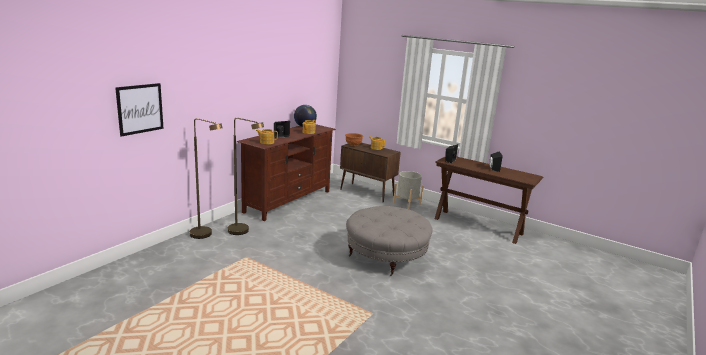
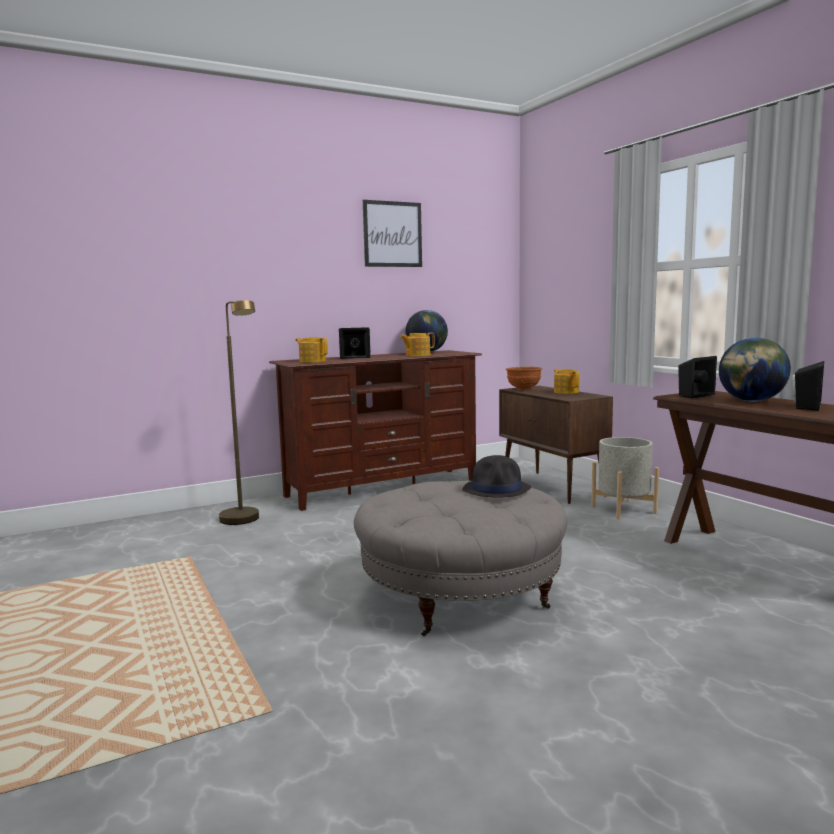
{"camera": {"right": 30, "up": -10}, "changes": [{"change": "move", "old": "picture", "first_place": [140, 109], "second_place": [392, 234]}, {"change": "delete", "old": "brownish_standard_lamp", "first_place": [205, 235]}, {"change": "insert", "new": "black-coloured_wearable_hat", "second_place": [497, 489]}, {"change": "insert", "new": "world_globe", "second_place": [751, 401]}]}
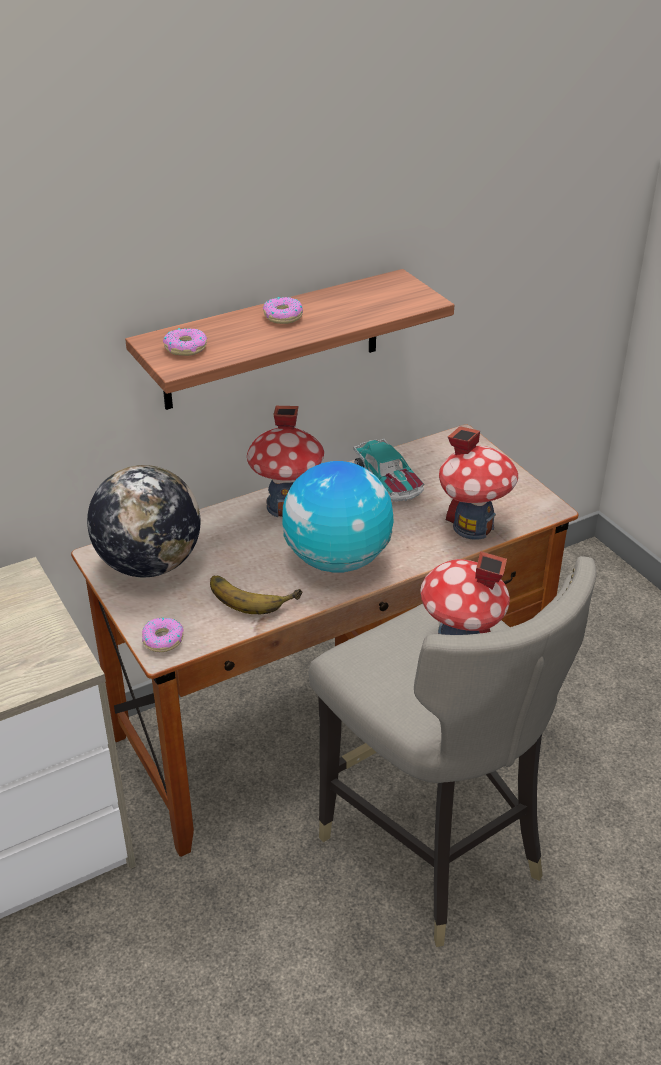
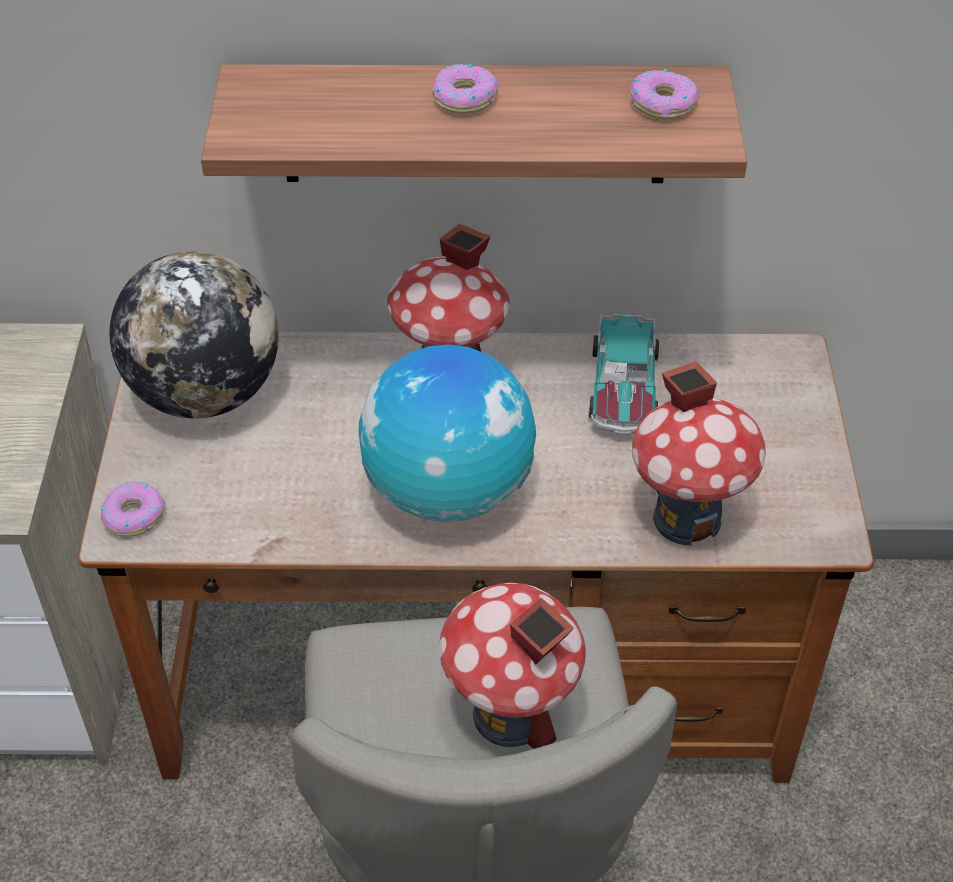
{"camera": {"right": 30, "up": 10}, "changes": [{"change": "move", "old": "donut", "first_place": [185, 348], "second_place": [662, 103]}, {"change": "delete", "old": "banana", "first_place": [252, 594]}]}
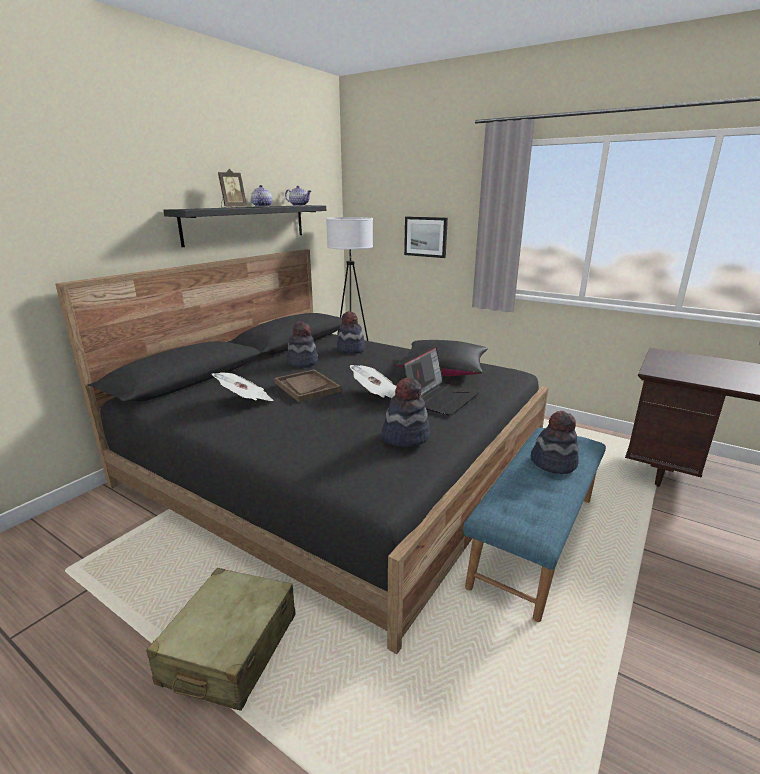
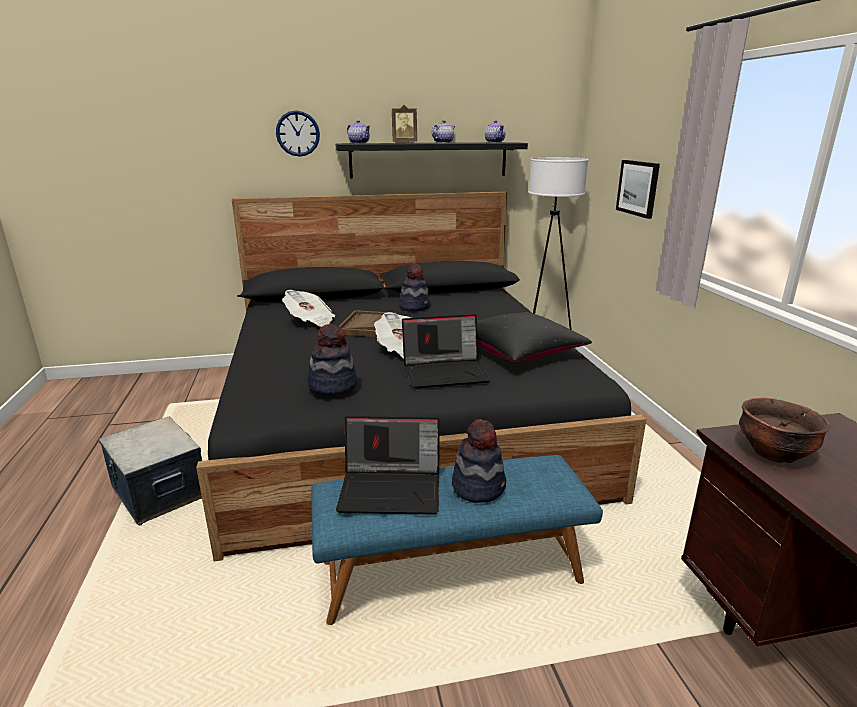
{"camera": {"right": 45, "up": 0}, "changes": [{"change": "replace", "old": "beige_suitcase", "new": "storage_bin", "first_place": [230, 649], "second_place": [159, 492]}, {"change": "delete", "old": "wearable_hat", "first_place": [351, 349]}, {"change": "insert", "new": "wall_clock", "second_place": [298, 133]}, {"change": "insert", "new": "portable_computer", "second_place": [392, 489]}, {"change": "insert", "new": "pot_for_tea", "second_place": [359, 143]}, {"change": "insert", "new": "brownish_deep_dish", "second_place": [773, 453]}]}
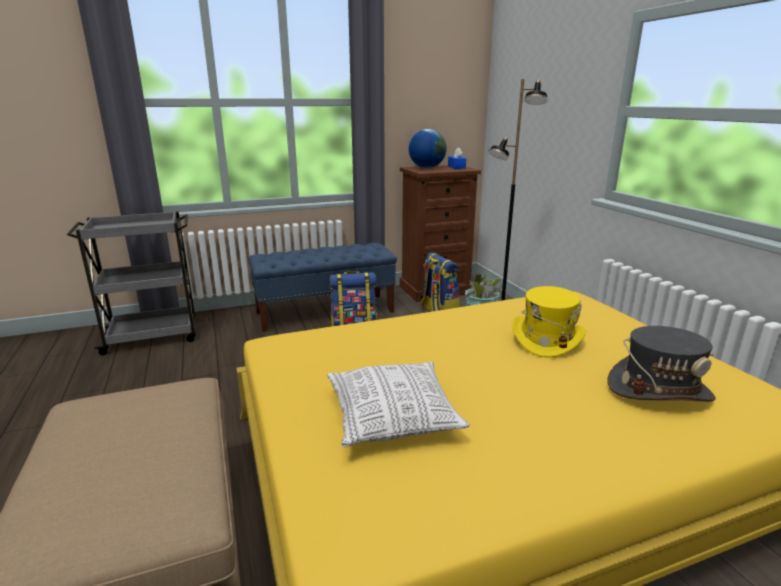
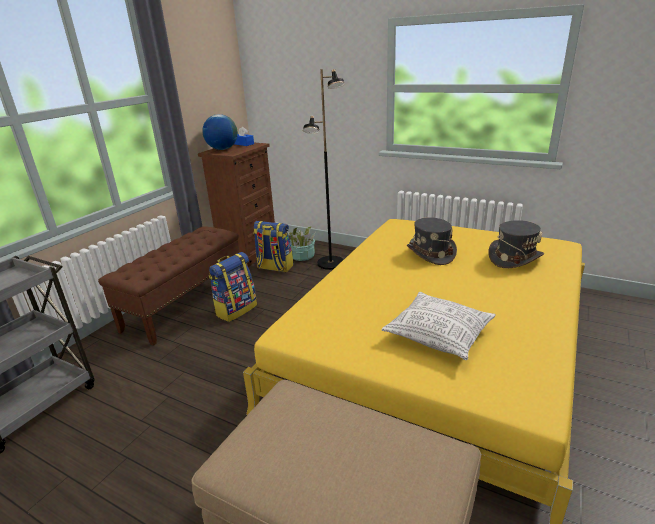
{"camera": {"right": -40, "up": 5}, "changes": [{"change": "recolor", "old": "bluish_indoor_bench", "new": "brownish_indoor_bench", "first_place": [325, 312], "second_place": [186, 304]}, {"change": "recolor", "old": "yellow-coloured_wearable_hat", "new": "greyish_wearable_hat", "first_place": [546, 339], "second_place": [430, 253]}]}
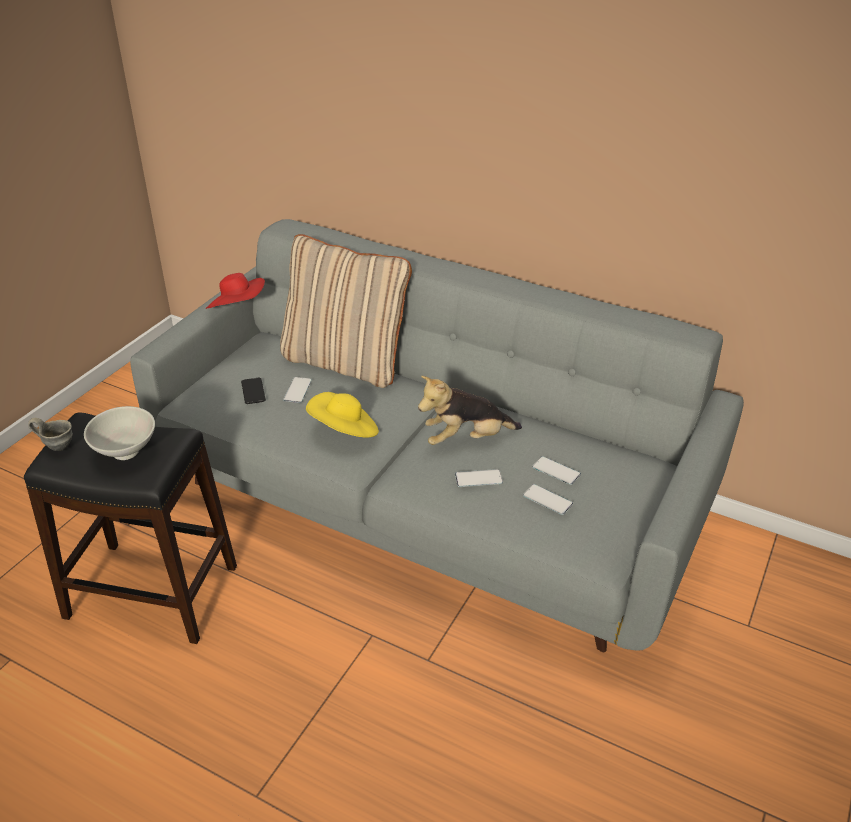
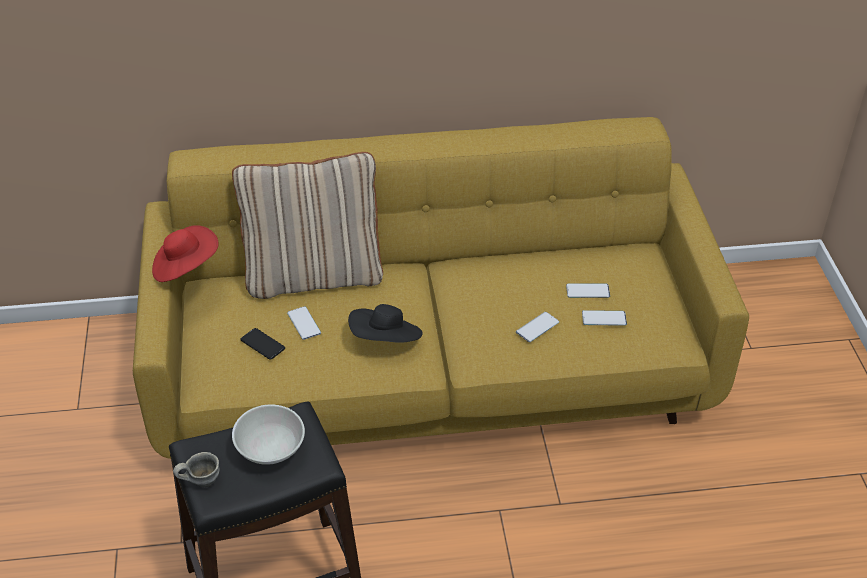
{"camera": {"right": -35, "up": 5}, "changes": [{"change": "recolor", "old": "greyish_settee", "new": "yellow-coloured_settee", "first_place": [426, 501], "second_place": [434, 374]}, {"change": "recolor", "old": "yellow-coloured_wearable_hat", "new": "black-coloured_wearable_hat", "first_place": [344, 431], "second_place": [386, 340]}, {"change": "delete", "old": "cuddly_toy", "first_place": [466, 439]}]}
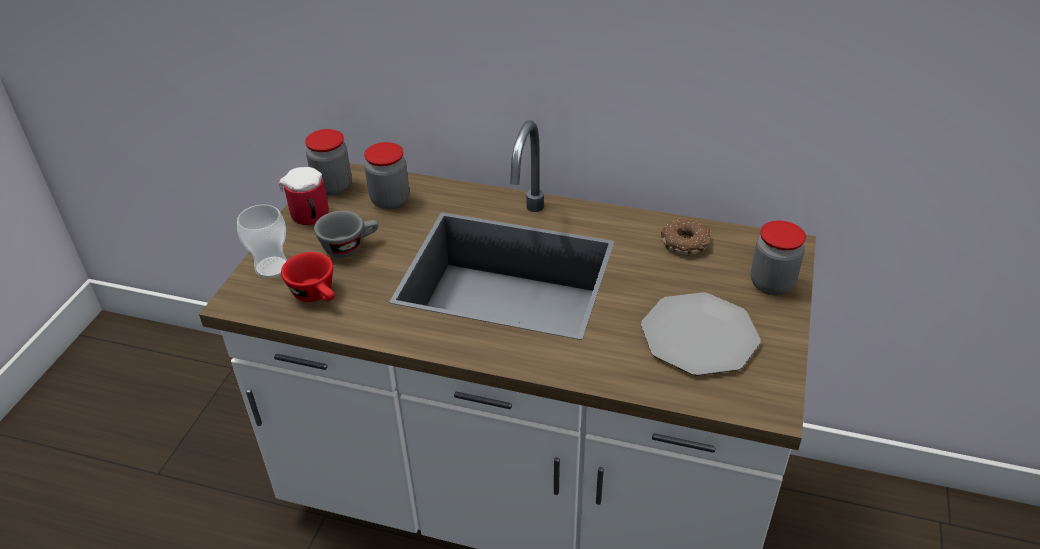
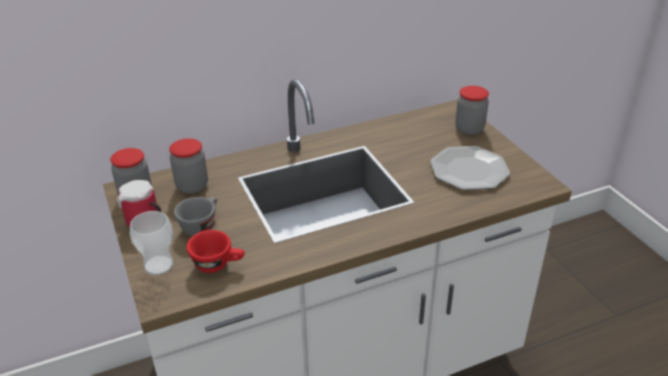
{"camera": {"right": -40, "up": -5}, "changes": [{"change": "delete", "old": "donut", "first_place": [686, 243]}]}
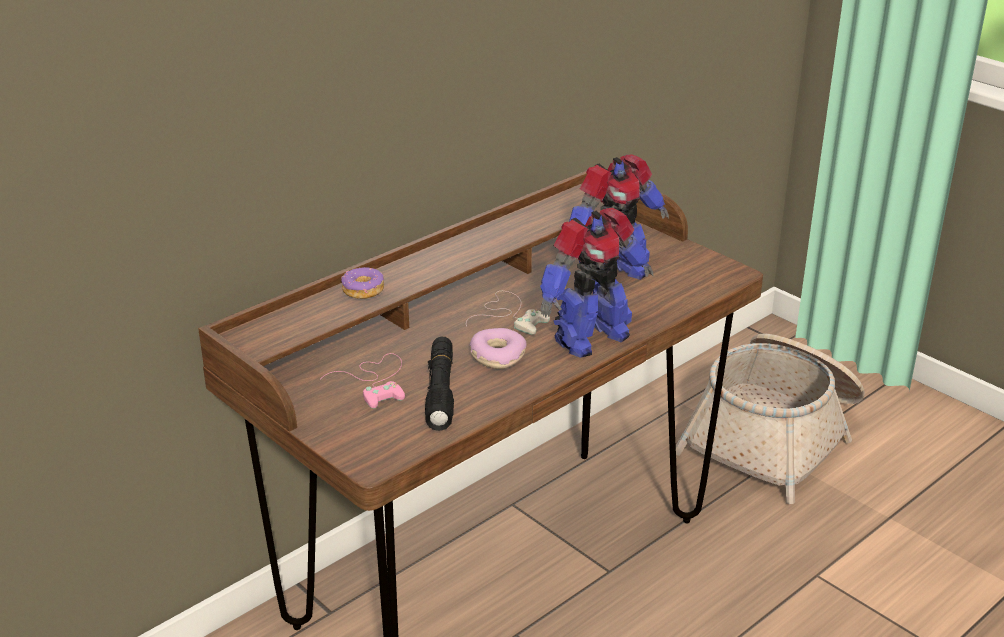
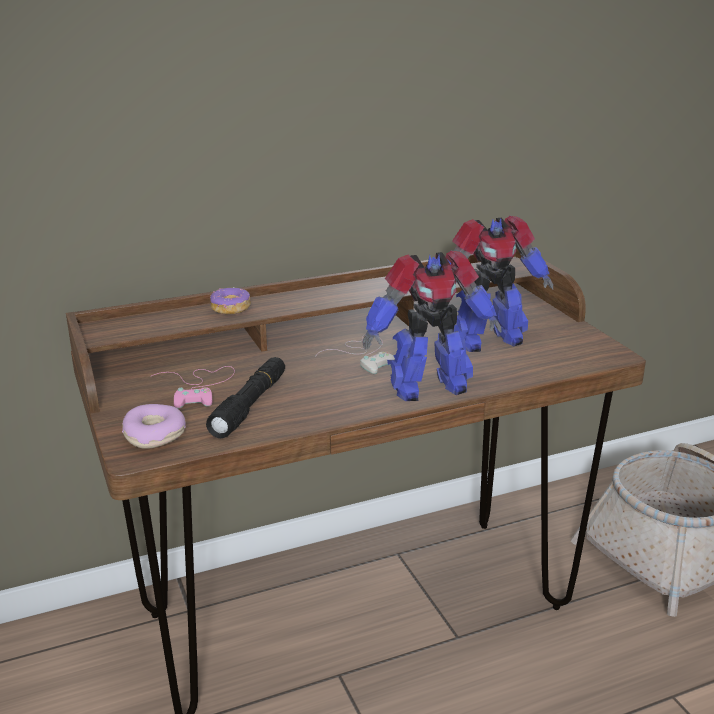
{"camera": {"right": 20, "up": -5}, "changes": [{"change": "move", "old": "donut", "first_place": [497, 356], "second_place": [154, 435]}]}
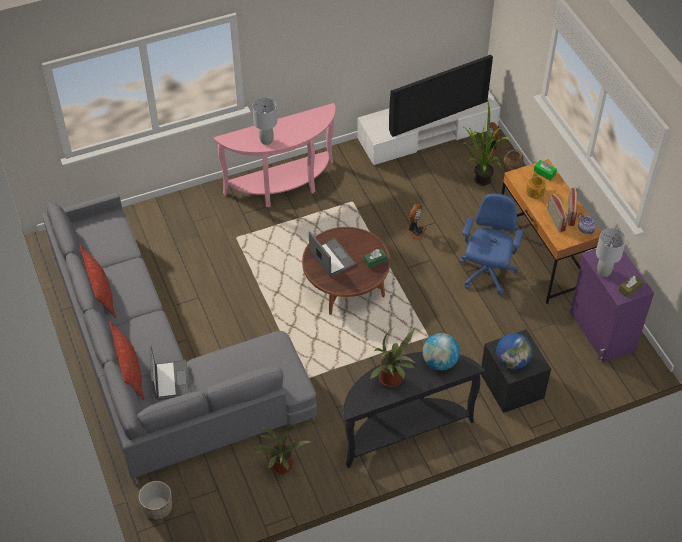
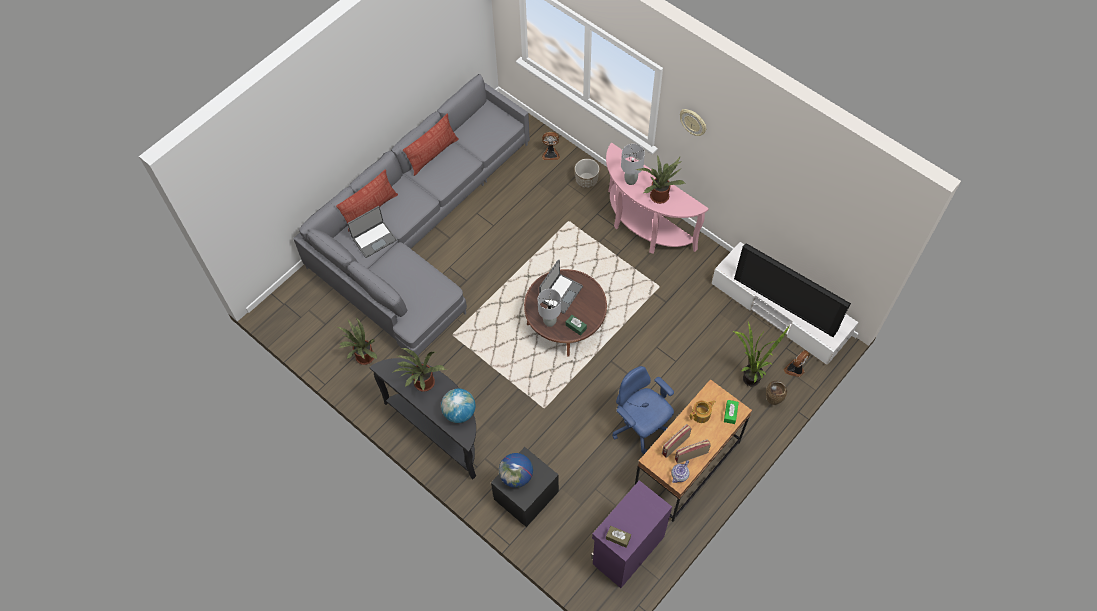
{"camera": {"right": 65, "up": 10}, "changes": [{"change": "move", "old": "flower_pot", "first_place": [158, 508], "second_place": [586, 180]}, {"change": "move", "old": "fan", "first_place": [415, 231], "second_place": [550, 153]}, {"change": "rotate", "old": "bluish_office_chair", "first_place": [486, 274], "second_place": [640, 427], "degrees": -120}, {"change": "move", "old": "greyish_lamp_for_a_table", "first_place": [604, 272], "second_place": [549, 322]}, {"change": "insert", "new": "potted_plant", "second_place": [659, 194]}, {"change": "insert", "new": "wall_clock", "second_place": [693, 122]}]}
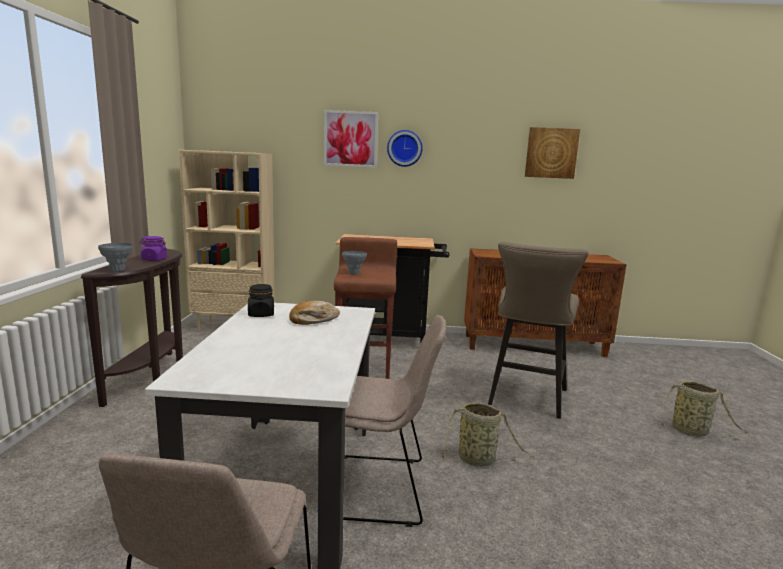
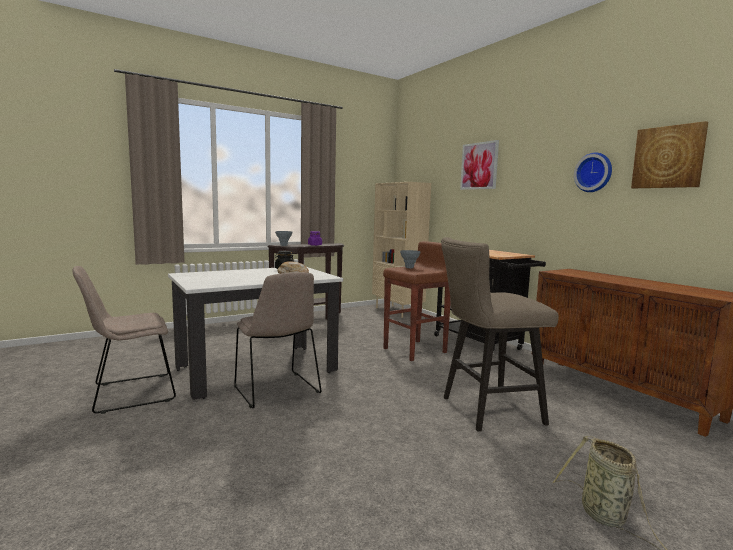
{"camera": {"right": 55, "up": -5}, "changes": [{"change": "move", "old": "wall_clock", "first_place": [404, 148], "second_place": [594, 172]}, {"change": "delete", "old": "household_basket", "first_place": [479, 460]}]}
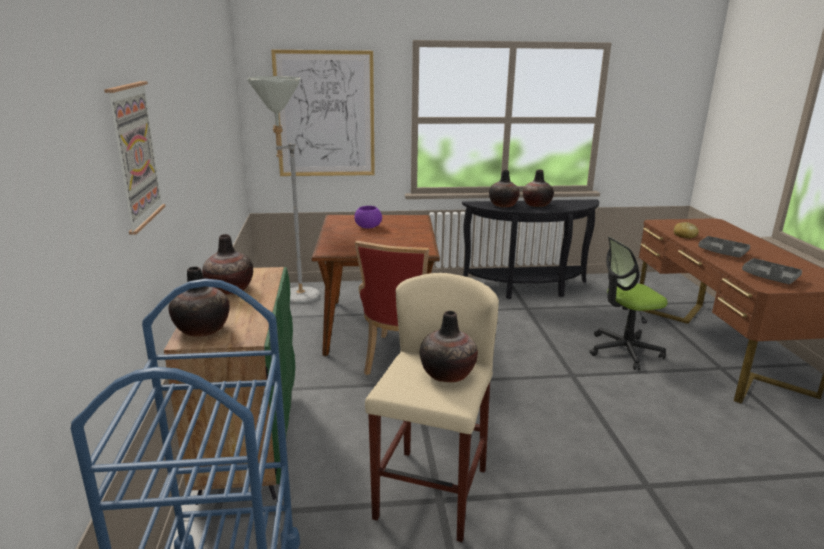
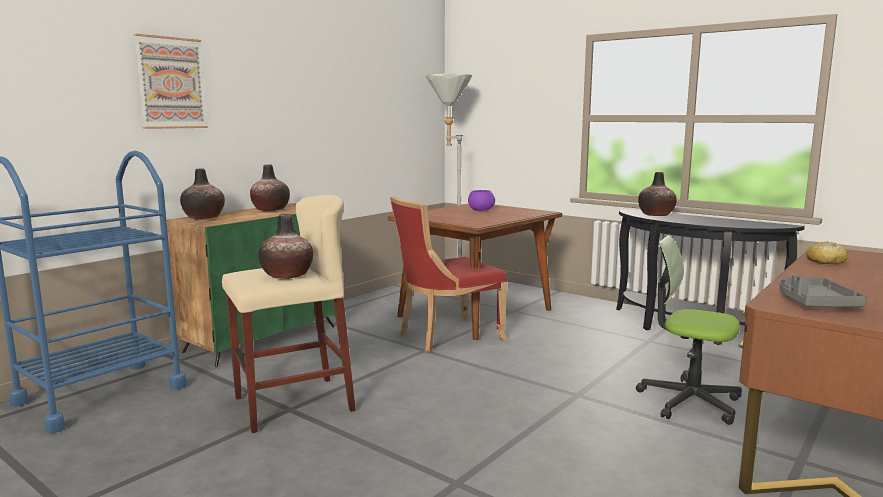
{"camera": {"right": 45, "up": -10}, "changes": [{"change": "delete", "old": "picture", "first_place": [325, 114]}, {"change": "delete", "old": "vase", "first_place": [536, 205]}, {"change": "delete", "old": "greyish_tray", "first_place": [722, 253]}]}
